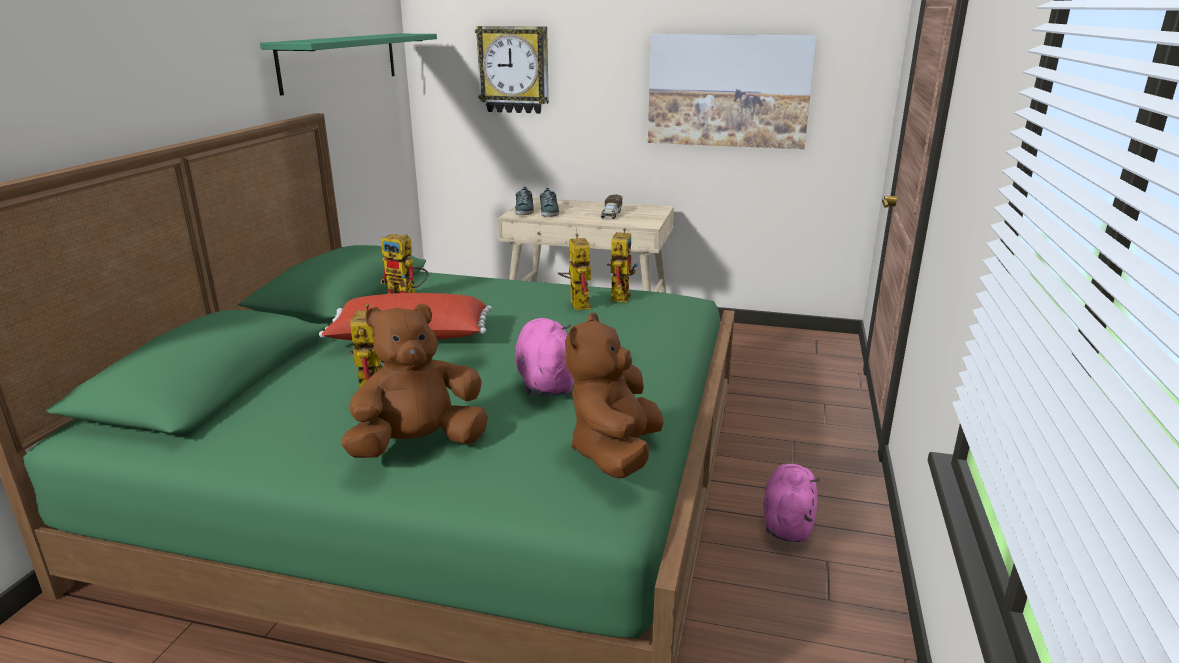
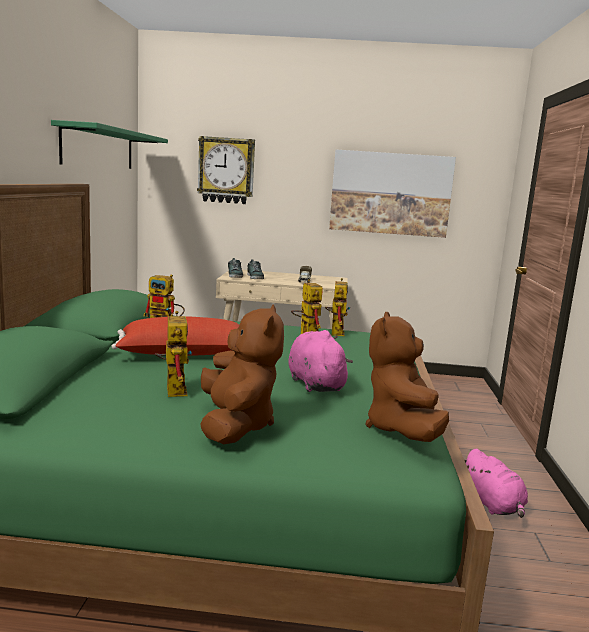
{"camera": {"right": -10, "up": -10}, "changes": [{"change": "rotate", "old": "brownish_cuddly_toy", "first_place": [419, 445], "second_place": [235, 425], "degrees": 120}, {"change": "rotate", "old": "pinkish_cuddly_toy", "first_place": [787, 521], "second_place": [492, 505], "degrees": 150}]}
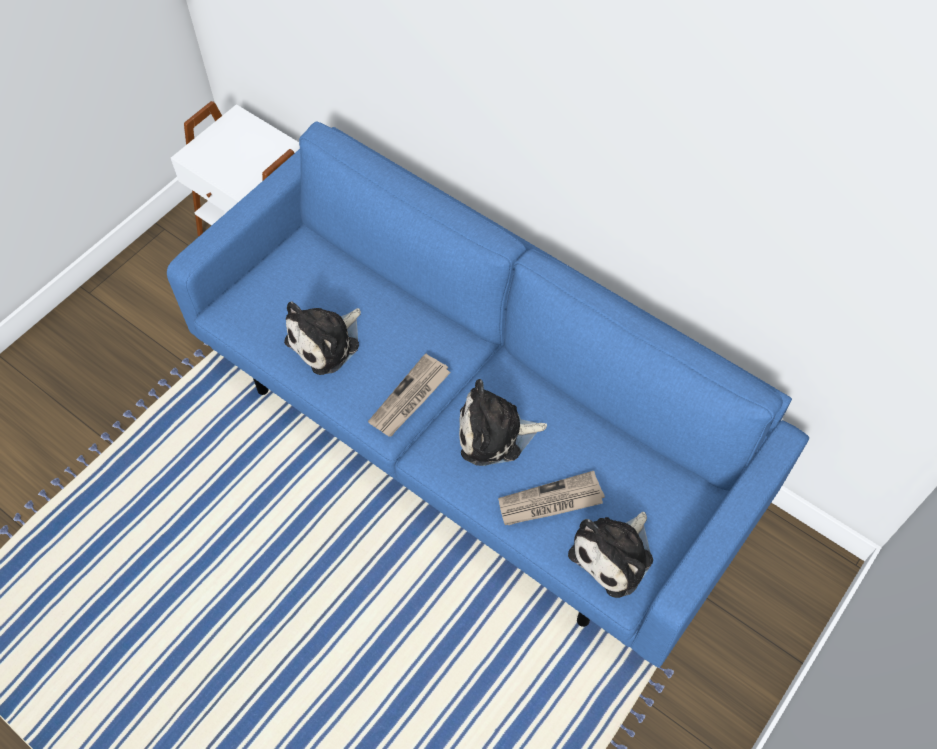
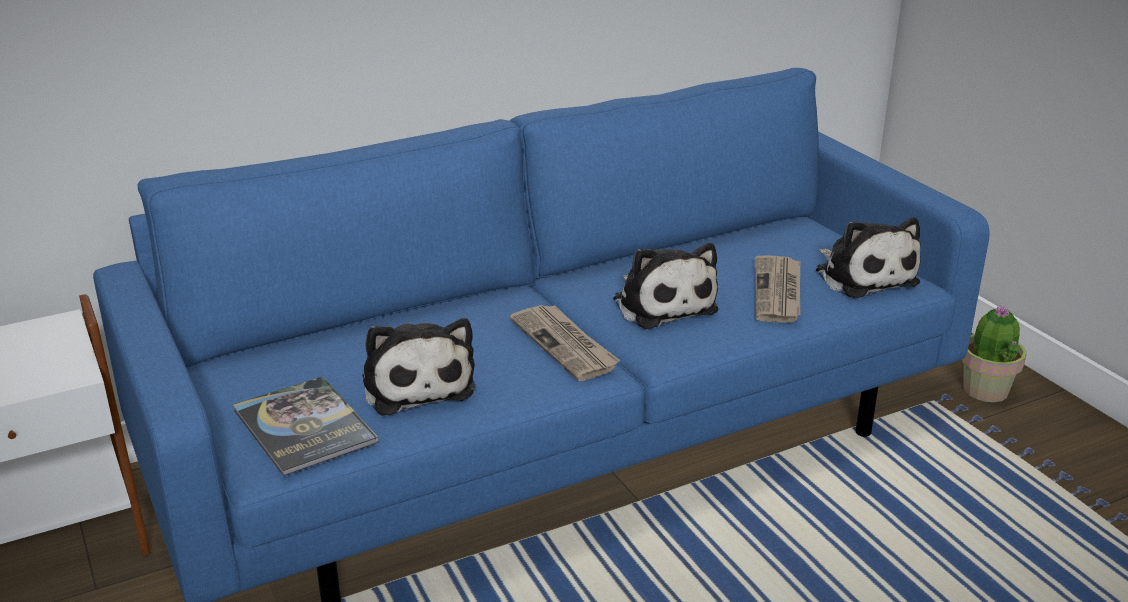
{"camera": {"right": -65, "up": -30}, "changes": [{"change": "rotate", "old": "cuddly_toy", "first_place": [495, 434], "second_place": [662, 304], "degrees": -45}, {"change": "insert", "new": "book", "second_place": [304, 427]}, {"change": "insert", "new": "potted_plant", "second_place": [985, 390]}]}
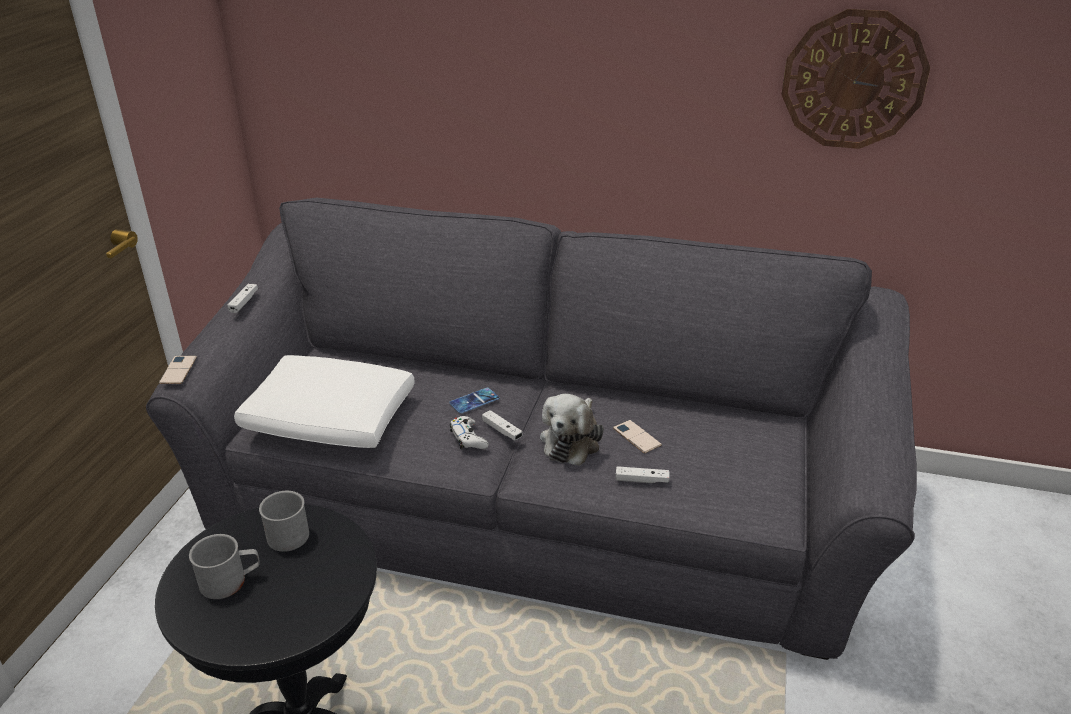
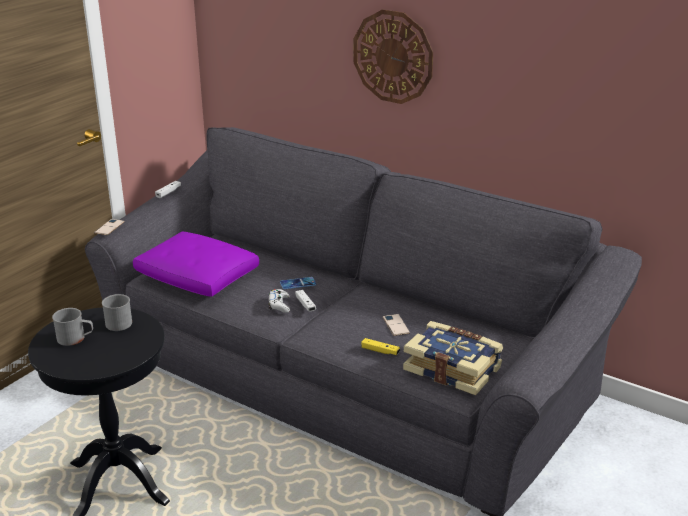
{"camera": {"right": 20, "up": -5}, "changes": [{"change": "recolor", "old": "white-coloured_cushion", "new": "purplish_cushion", "first_place": [332, 419], "second_place": [198, 278]}, {"change": "delete", "old": "cuddly_toy", "first_place": [572, 441]}, {"change": "recolor", "old": "white-coloured_gamepad", "new": "yellow-coloured_gamepad", "first_place": [641, 480], "second_place": [380, 351]}, {"change": "move", "old": "wall_clock", "first_place": [853, 80], "second_place": [393, 56]}, {"change": "insert", "new": "book", "second_place": [453, 368]}]}
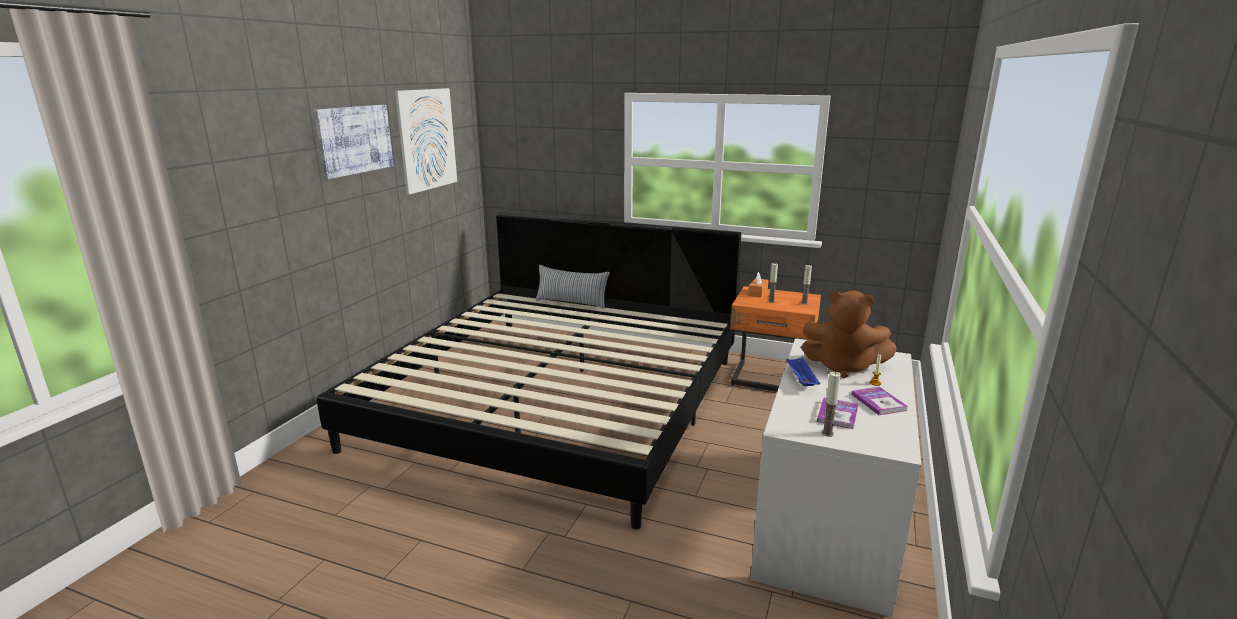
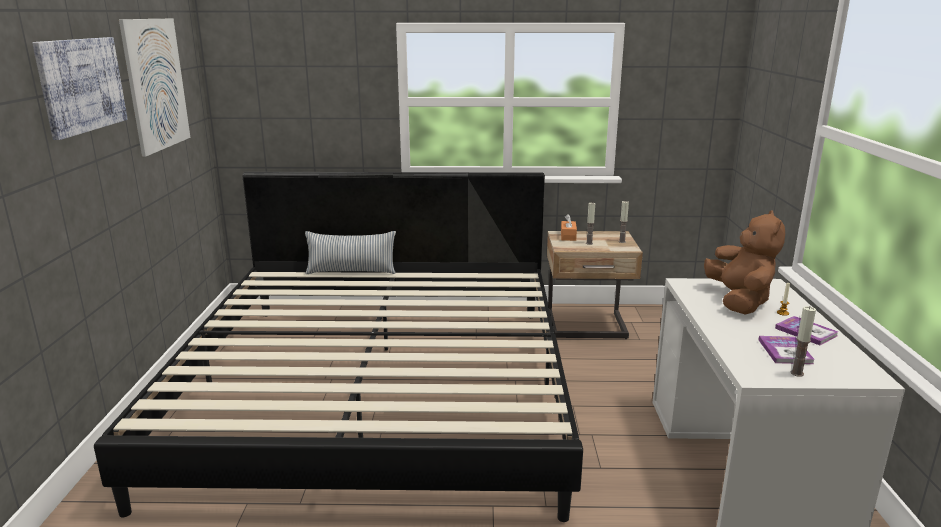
{"camera": {"right": -20, "up": 0}, "changes": [{"change": "recolor", "old": "orange-coloured_nightstand", "new": "beige_nightstand", "first_place": [770, 380], "second_place": [587, 327]}, {"change": "delete", "old": "bluish_tray", "first_place": [801, 380]}, {"change": "rotate", "old": "brownish_cuddly_toy", "first_place": [843, 367], "second_place": [739, 301], "degrees": -90}]}
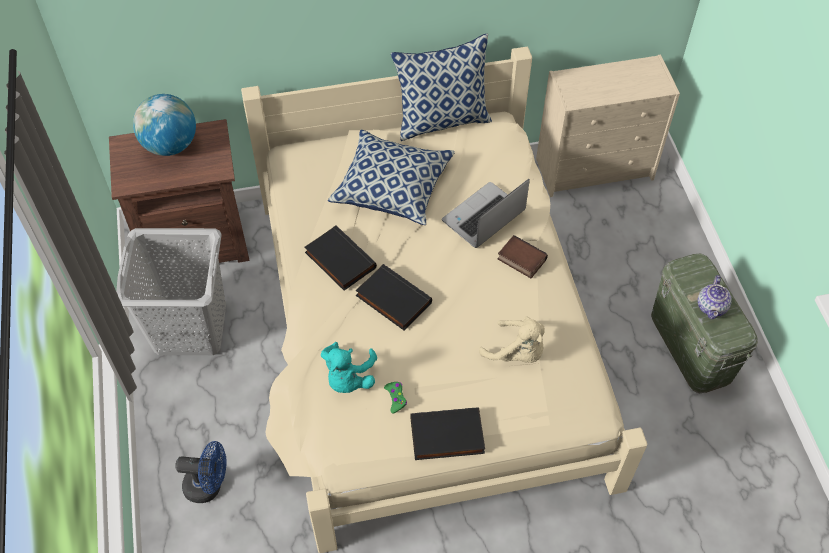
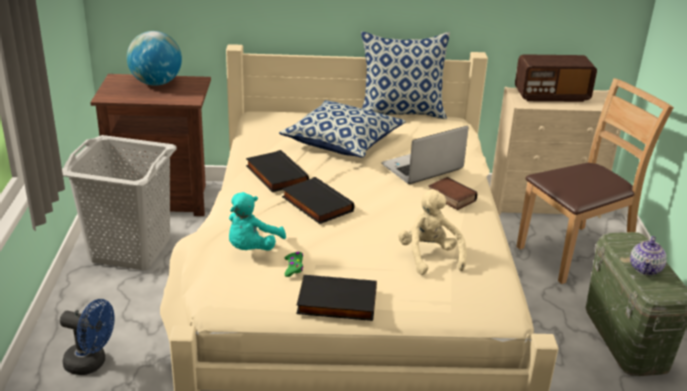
{"camera": {"right": 10, "up": -25}, "changes": [{"change": "rotate", "old": "beige_cuddly_toy", "first_place": [516, 353], "second_place": [429, 256], "degrees": -150}, {"change": "insert", "new": "radio_set", "second_place": [551, 96]}, {"change": "insert", "new": "brownish_chair", "second_place": [574, 254]}]}
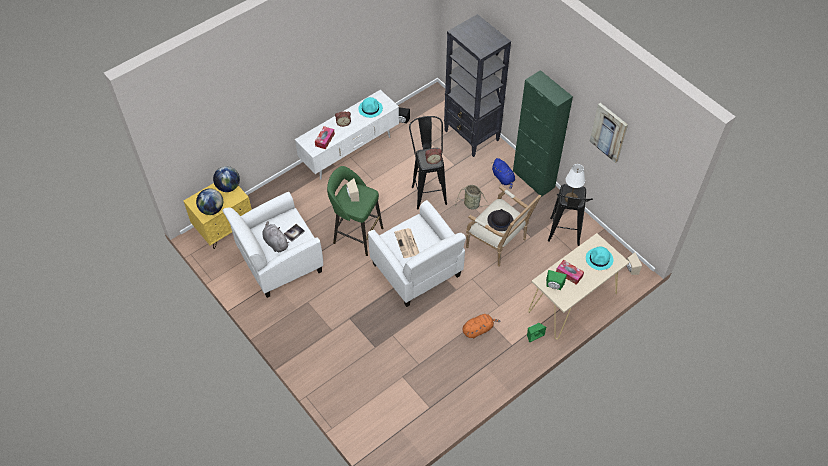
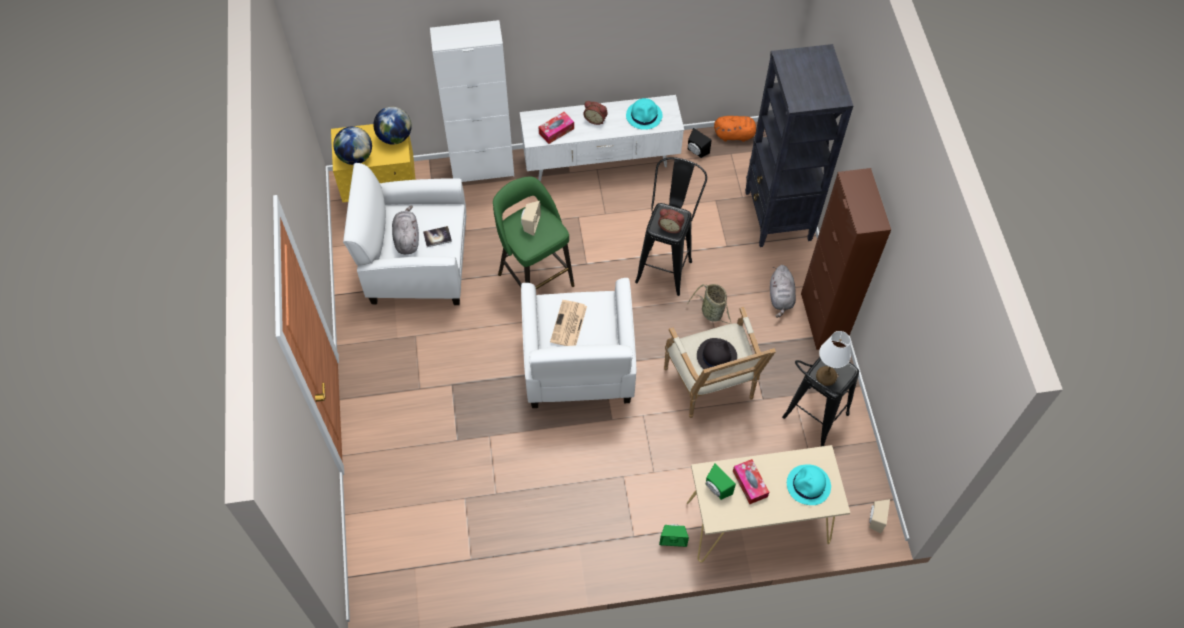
{"camera": {"right": 30, "up": 5}, "changes": [{"change": "move", "old": "orange-coloured_cuddly_toy", "first_place": [478, 329], "second_place": [736, 135]}, {"change": "recolor", "old": "bluish_cuddly_toy", "new": "greyish_cuddly_toy", "first_place": [503, 178], "second_place": [781, 297]}, {"change": "recolor", "old": "green_cupboard", "new": "brownish_cupboard", "first_place": [533, 179], "second_place": [822, 319]}, {"change": "delete", "old": "picture", "first_place": [609, 132]}, {"change": "insert", "new": "white-coloured_cupboard", "second_place": [482, 169]}]}
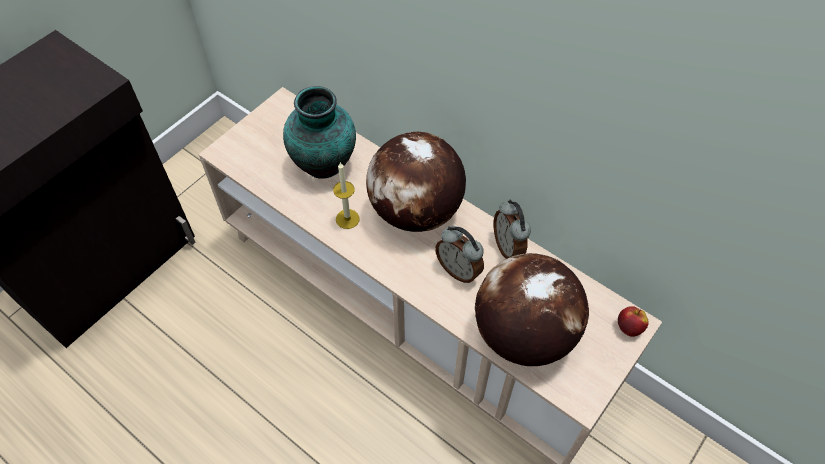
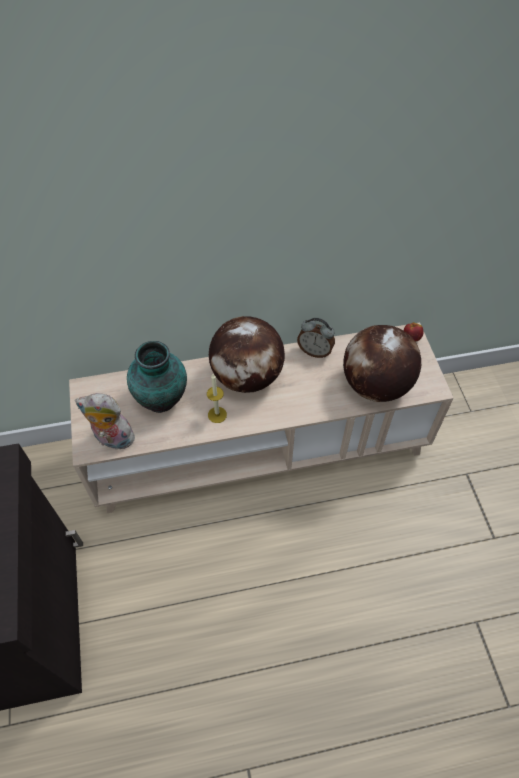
{"camera": {"right": -50, "up": 0}, "changes": [{"change": "delete", "old": "alarm_clock", "first_place": [459, 270]}, {"change": "insert", "new": "cuddly_toy", "second_place": [112, 439]}]}
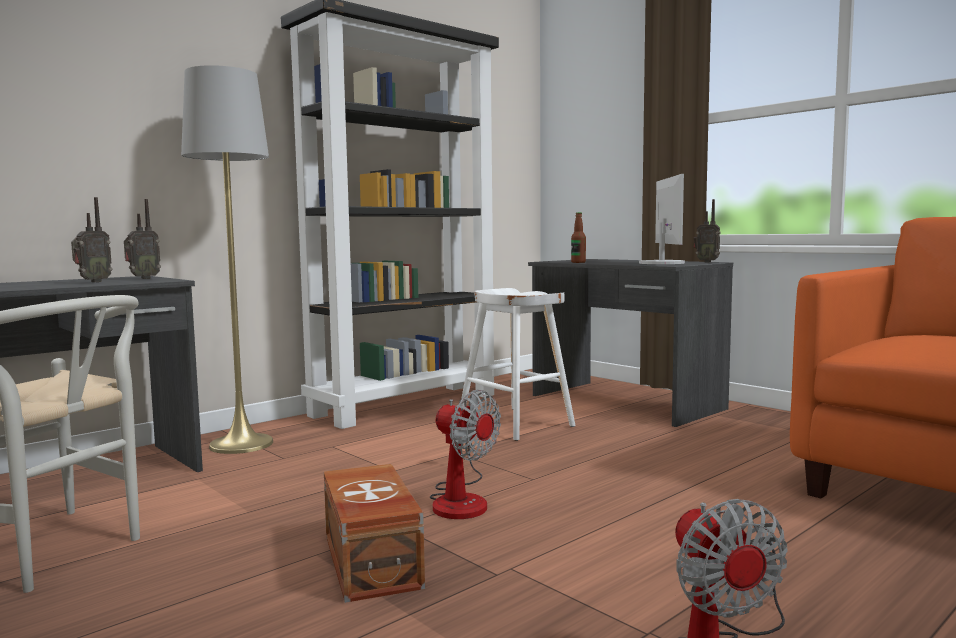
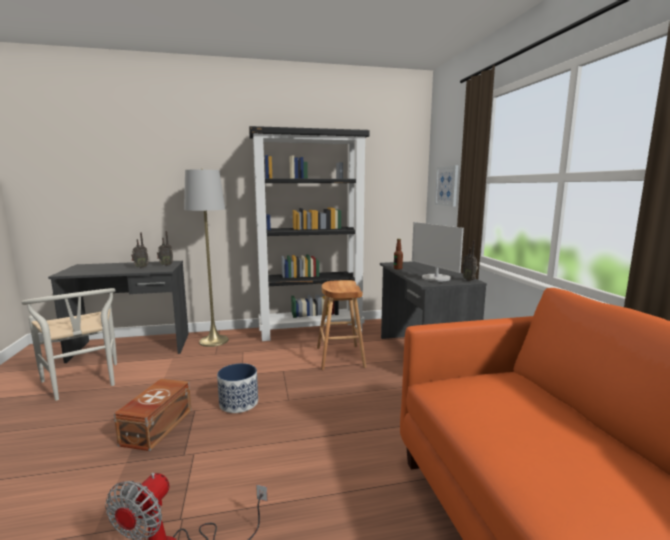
{"camera": {"right": 30, "up": 5}, "changes": [{"change": "replace", "old": "fan", "new": "flower_pot", "first_place": [461, 500], "second_place": [239, 403]}, {"change": "recolor", "old": "white-coloured_stool", "new": "brownish_stool", "first_place": [515, 423], "second_place": [340, 357]}, {"change": "rotate", "old": "computer_screen", "first_place": [662, 263], "second_place": [436, 278], "degrees": 120}, {"change": "insert", "new": "picture", "second_place": [447, 186]}]}
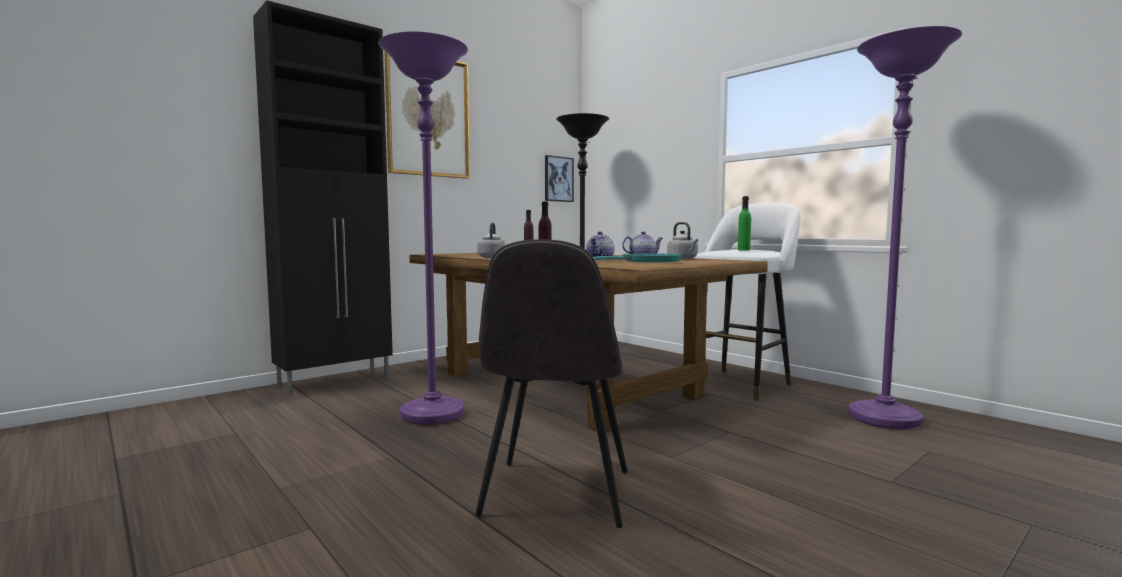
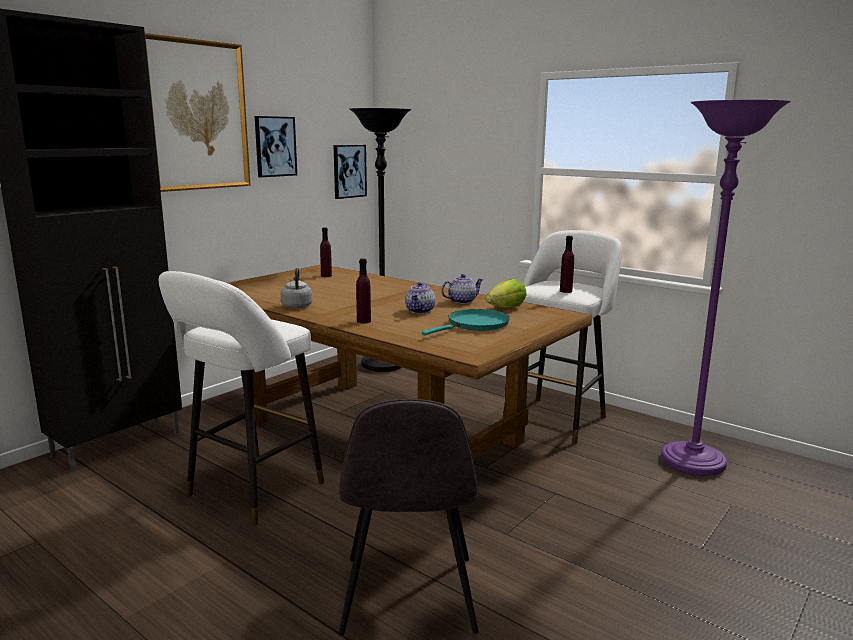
{"camera": {"right": -10, "up": 10}, "changes": [{"change": "replace", "old": "purplish_standard_lamp", "new": "white-coloured_stool", "first_place": [432, 414], "second_place": [250, 492]}, {"change": "replace", "old": "greyish_water_kettle", "new": "head_of_lettuce", "first_place": [683, 259], "second_place": [506, 308]}, {"change": "recolor", "old": "green_drink_bottle", "new": "purplish_drink_bottle", "first_place": [743, 250], "second_place": [565, 291]}, {"change": "insert", "new": "picture", "second_place": [275, 146]}]}
